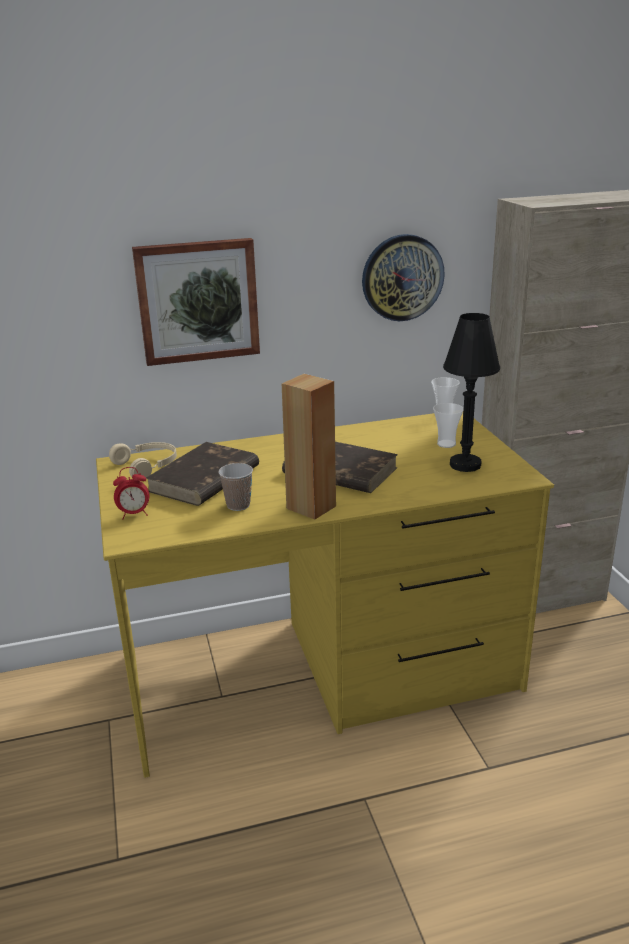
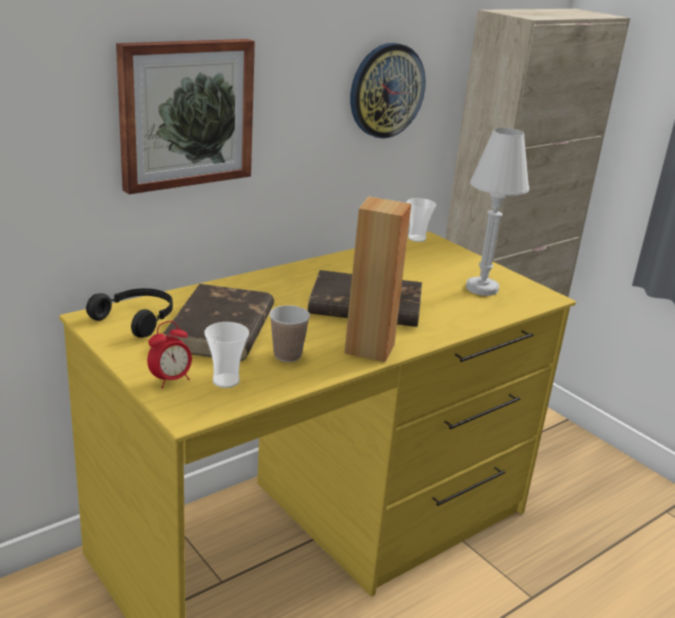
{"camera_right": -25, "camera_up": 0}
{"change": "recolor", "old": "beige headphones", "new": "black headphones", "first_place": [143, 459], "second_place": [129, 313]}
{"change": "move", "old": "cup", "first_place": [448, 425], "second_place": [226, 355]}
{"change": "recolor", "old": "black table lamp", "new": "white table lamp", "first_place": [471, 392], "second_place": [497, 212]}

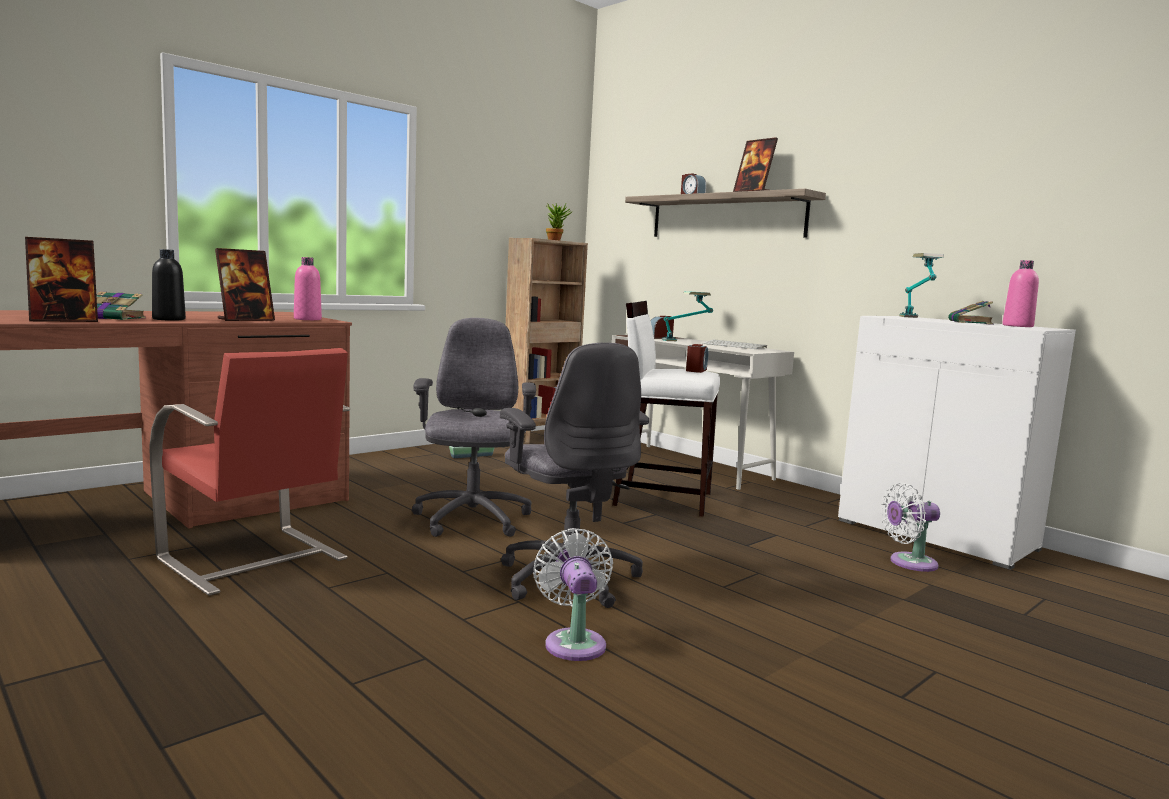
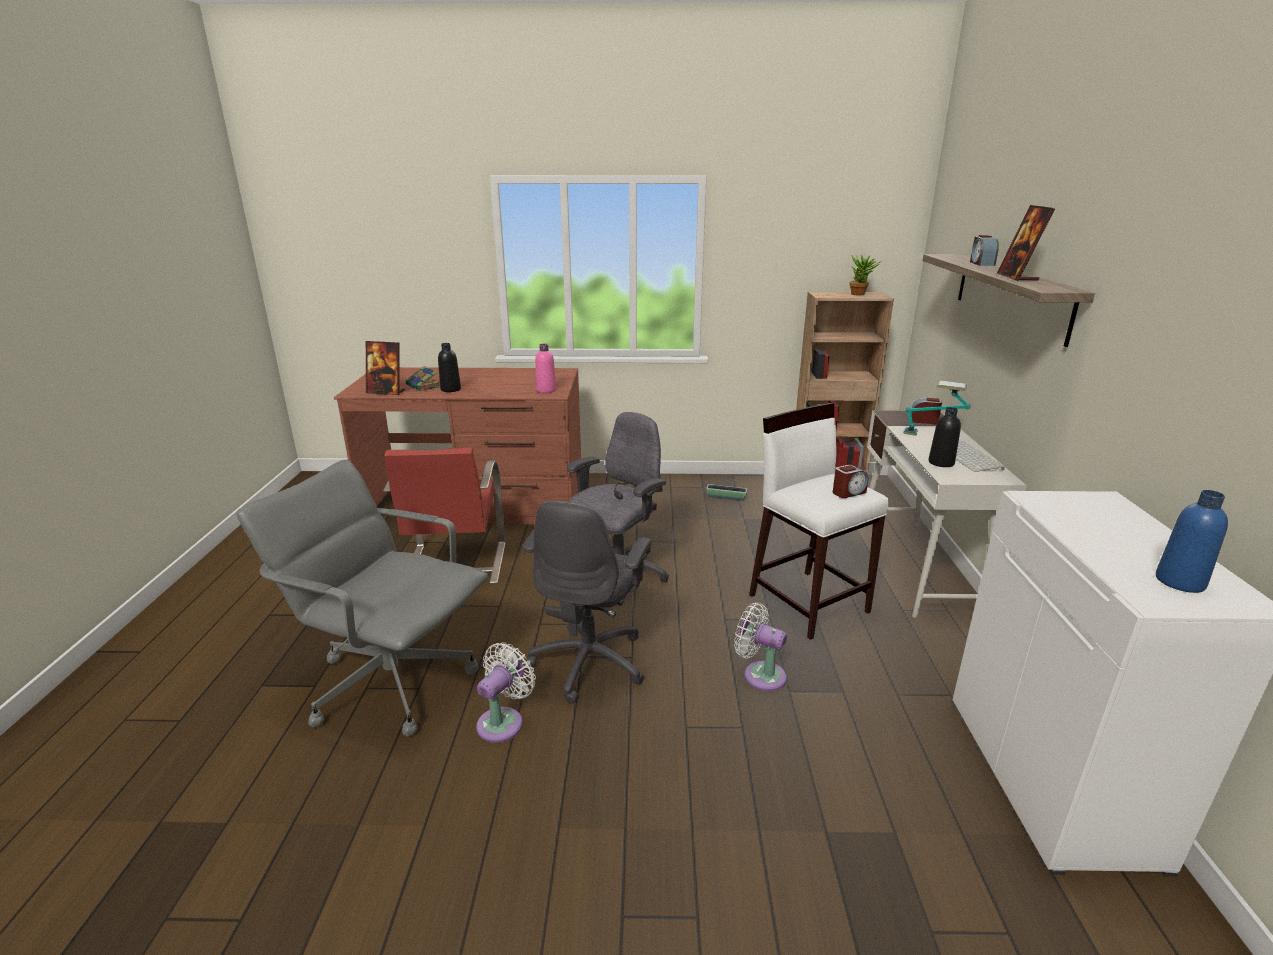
{"camera_right": 45, "camera_up": 15}
{"change": "insert", "new": "grey office chair", "second_place": [362, 598]}
{"change": "move", "old": "white fan", "first_place": [910, 527], "second_place": [760, 647]}
{"change": "insert", "new": "black bottle", "second_place": [944, 437]}
{"change": "recolor", "old": "pink bottle", "new": "blue bottle", "first_place": [1021, 293], "second_place": [1192, 541]}
{"change": "delete", "old": "picture frame", "first_place": [245, 284]}
{"change": "delete", "old": "table lamp", "first_place": [921, 285]}
{"change": "delete", "old": "book", "first_place": [971, 313]}

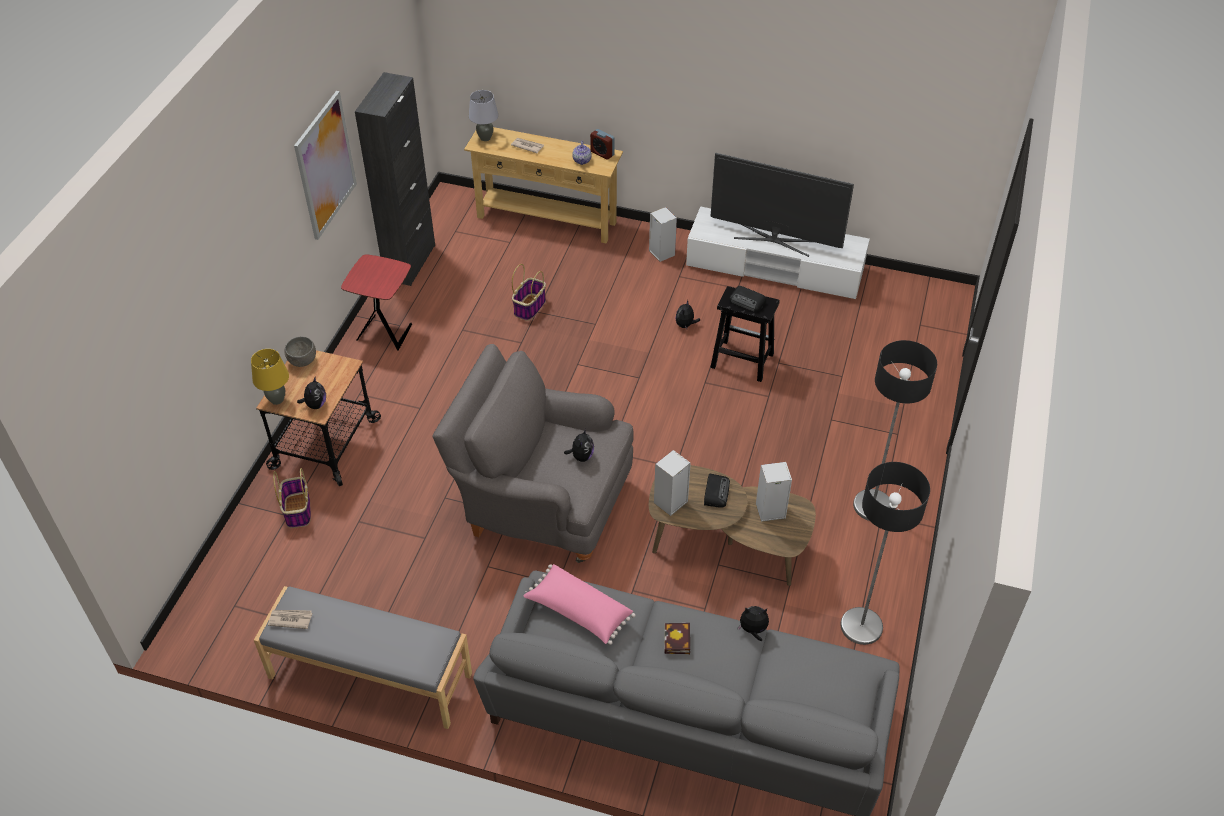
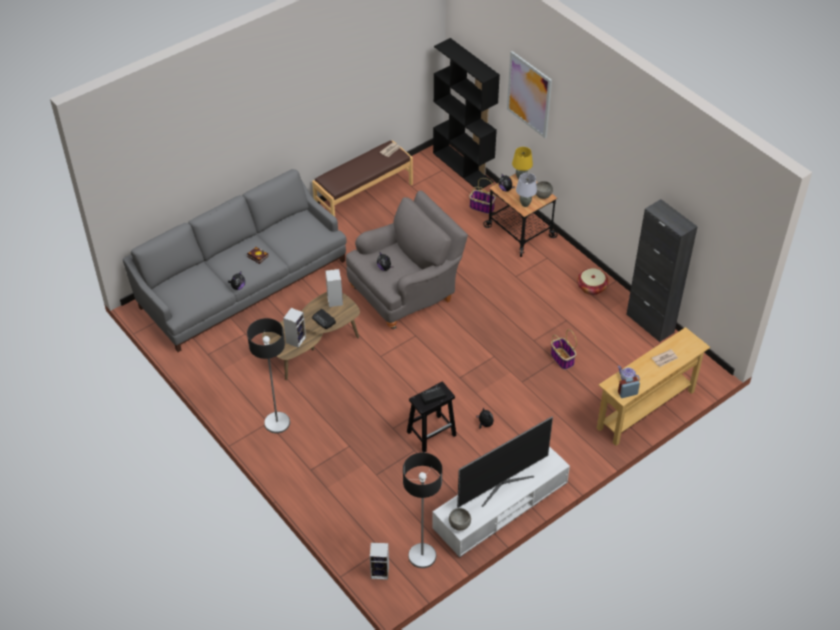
{"camera_right": 125, "camera_up": 0}
{"change": "recolor", "old": "grey bench", "new": "brown bench", "first_place": [363, 657], "second_place": [362, 178]}
{"change": "move", "old": "speaker", "first_place": [663, 234], "second_place": [379, 561]}
{"change": "move", "old": "floor lamp", "first_place": [885, 553], "second_place": [422, 510]}
{"change": "insert", "new": "black bookcase", "second_place": [466, 114]}
{"change": "insert", "new": "grey bowl", "second_place": [460, 519]}
{"change": "move", "old": "picture", "first_place": [325, 165], "second_place": [529, 94]}
{"change": "move", "old": "grey table lamp", "first_place": [483, 115], "second_place": [526, 190]}
{"change": "replace", "old": "red side table", "new": "basket", "first_place": [376, 302], "second_place": [593, 281]}
{"change": "delete", "old": "pink pillow", "first_place": [579, 604]}

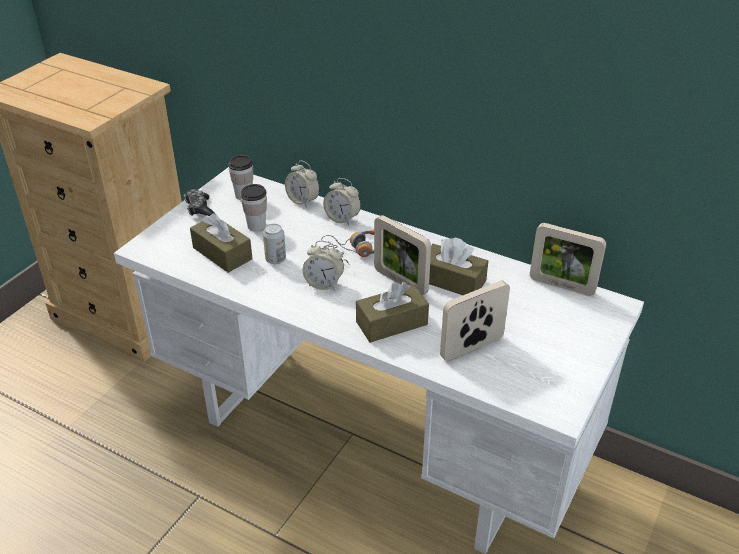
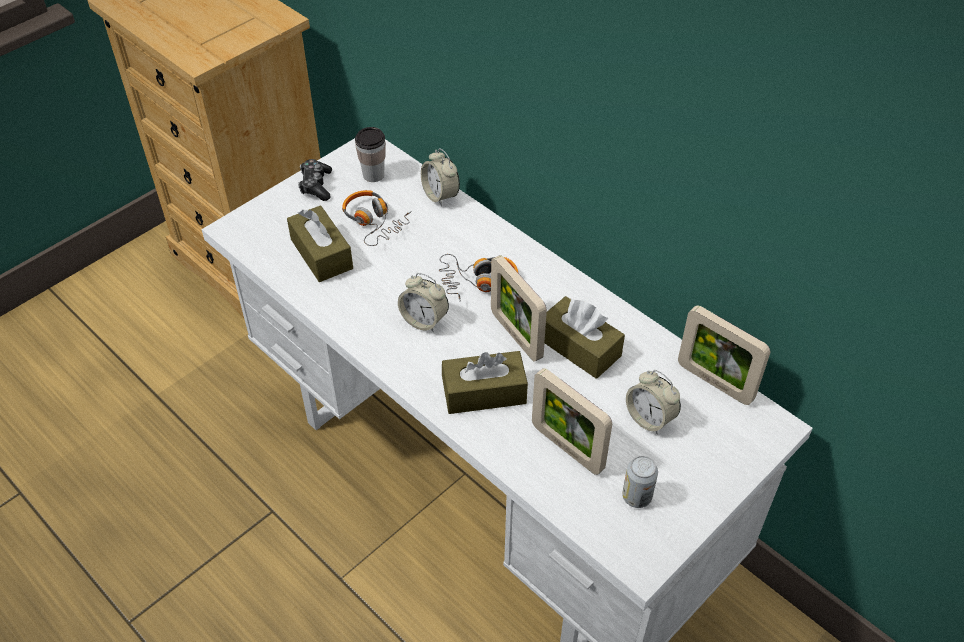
{"camera_right": 15, "camera_up": 10}
{"change": "replace", "old": "cup", "new": "headphones", "first_place": [253, 207], "second_place": [377, 218]}
{"change": "rotate", "old": "picture frame", "first_place": [475, 320], "second_place": [572, 421], "degrees": -120}
{"change": "move", "old": "can", "first_place": [274, 244], "second_place": [640, 482]}
{"change": "move", "old": "alarm clock", "first_place": [342, 201], "second_place": [653, 402]}

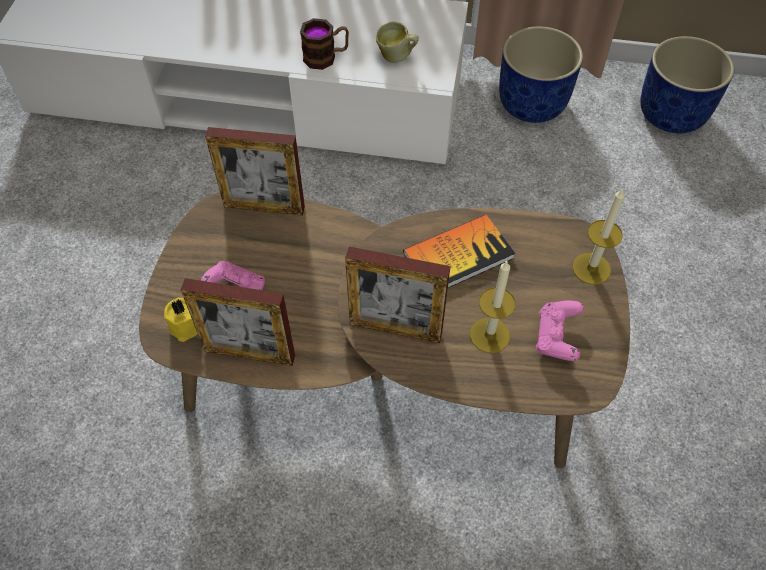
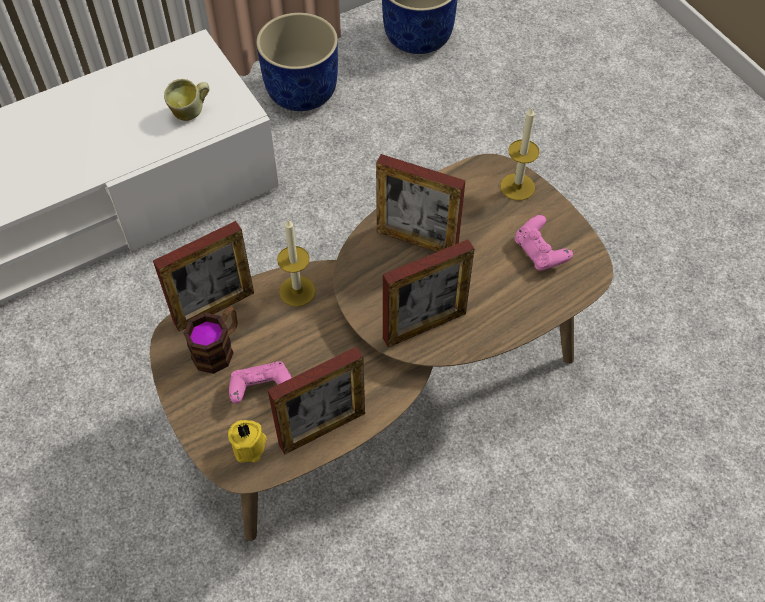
{"camera_right": -40, "camera_up": 0}
{"change": "move", "old": "mug", "first_place": [324, 44], "second_place": [210, 340]}
{"change": "move", "old": "candle", "first_place": [492, 307], "second_place": [296, 263]}
{"change": "replace", "old": "book", "new": "picture frame", "first_place": [459, 251], "second_place": [421, 203]}

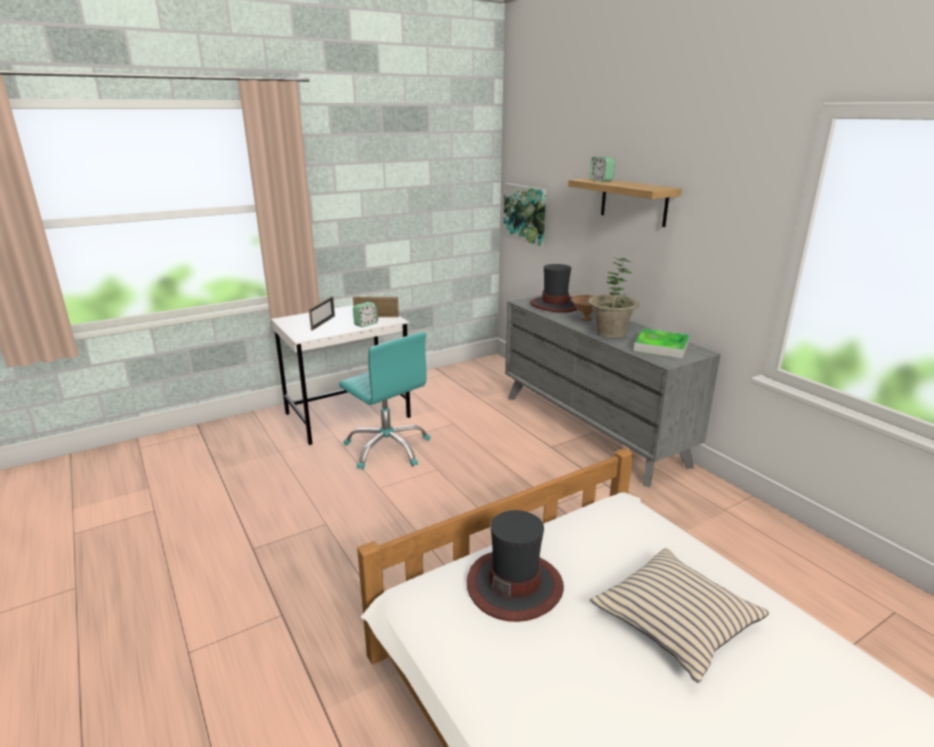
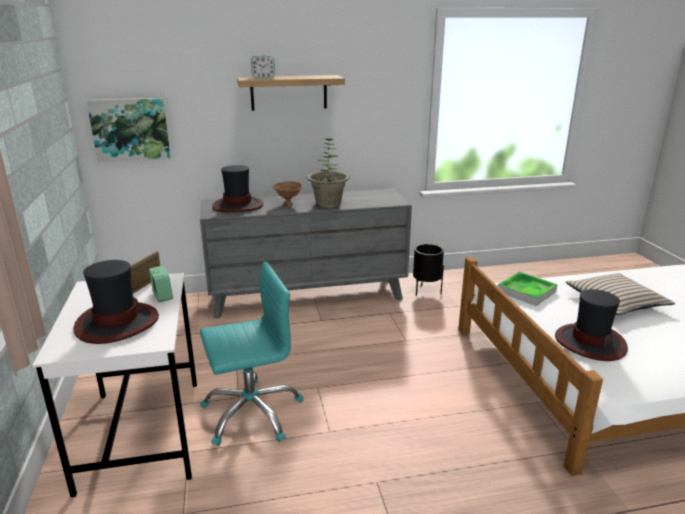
{"camera_right": -70, "camera_up": 0}
{"change": "replace", "old": "picture frame", "new": "hat", "first_place": [322, 313], "second_place": [116, 302]}
{"change": "insert", "new": "black planter", "second_place": [428, 270]}
{"change": "move", "old": "tray", "first_place": [662, 343], "second_place": [528, 289]}

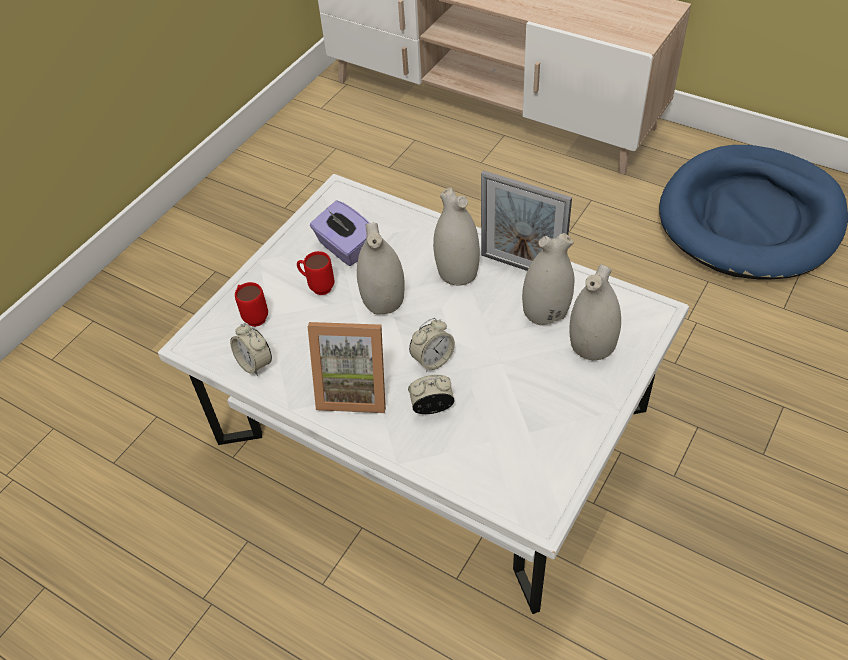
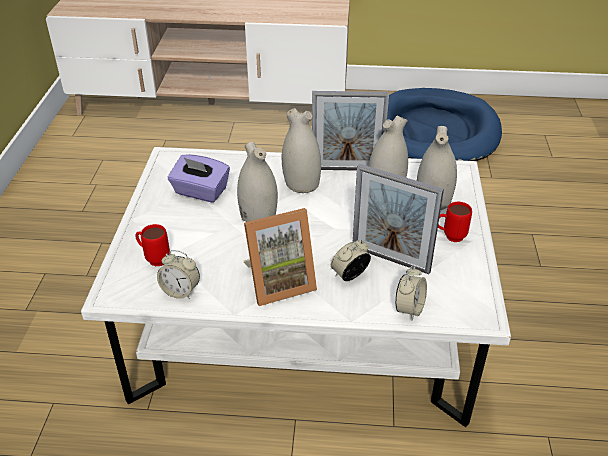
{"camera_right": -30, "camera_up": -10}
{"change": "insert", "new": "picture frame", "second_place": [398, 219]}
{"change": "move", "old": "alarm clock", "first_place": [432, 345], "second_place": [411, 293]}
{"change": "move", "old": "red mug", "first_place": [315, 273], "second_place": [455, 222]}

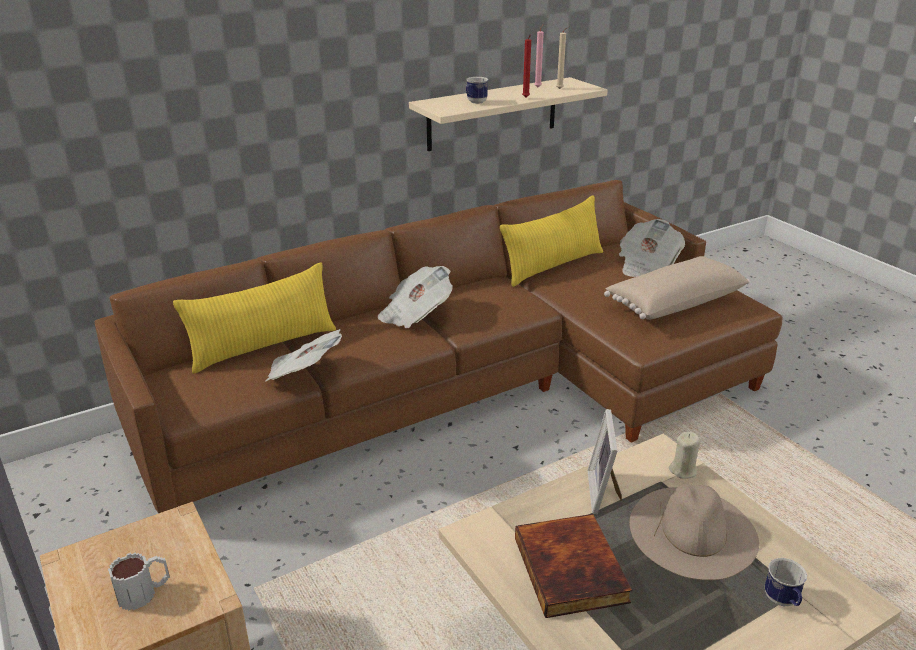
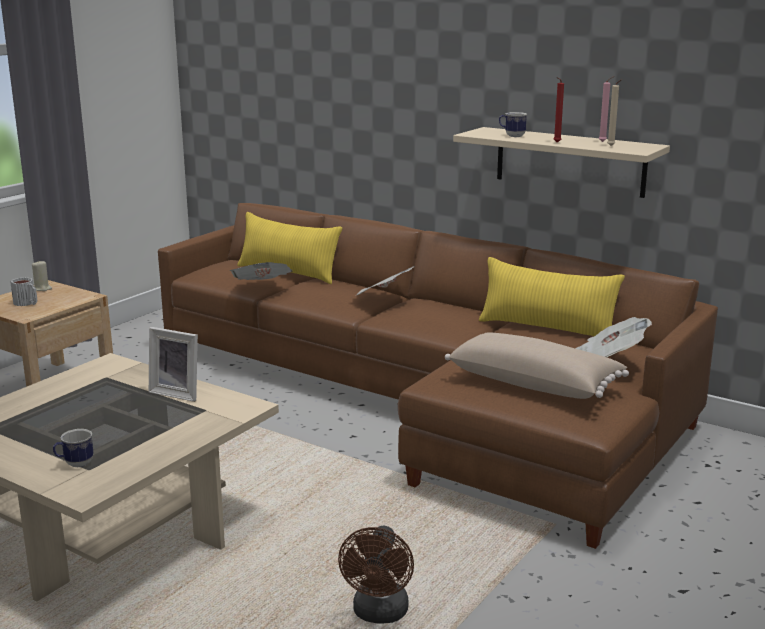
{"camera_right": 65, "camera_up": -10}
{"change": "move", "old": "beige candle", "first_place": [684, 455], "second_place": [42, 275]}
{"change": "rotate", "old": "picture frame", "first_place": [605, 462], "second_place": [173, 364], "degrees": -135}
{"change": "insert", "new": "brown fan", "second_place": [376, 575]}
{"change": "delete", "old": "book", "first_place": [573, 566]}
{"change": "delete", "old": "beige hat", "first_place": [694, 532]}

